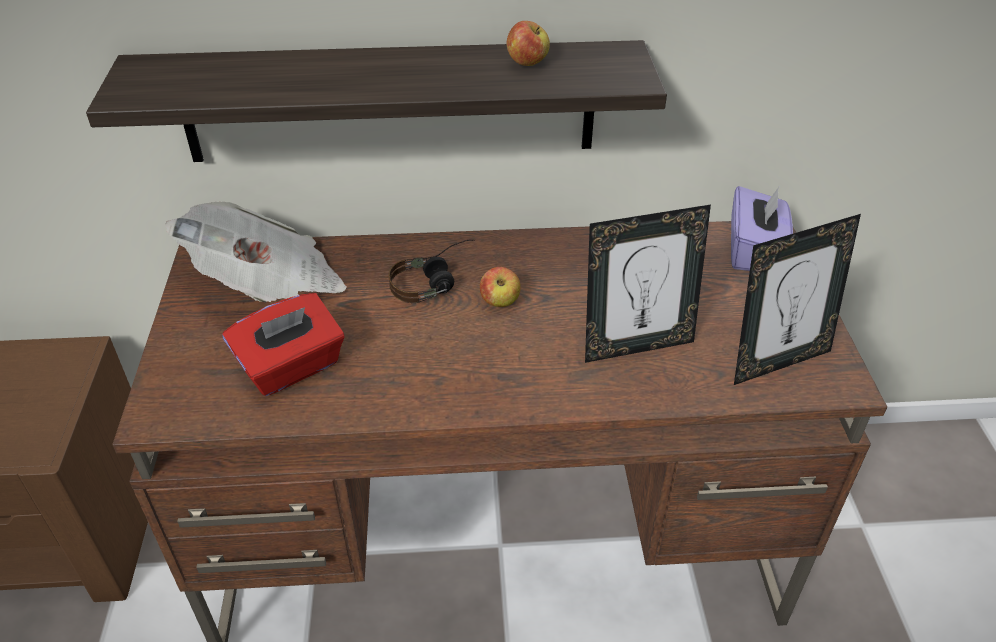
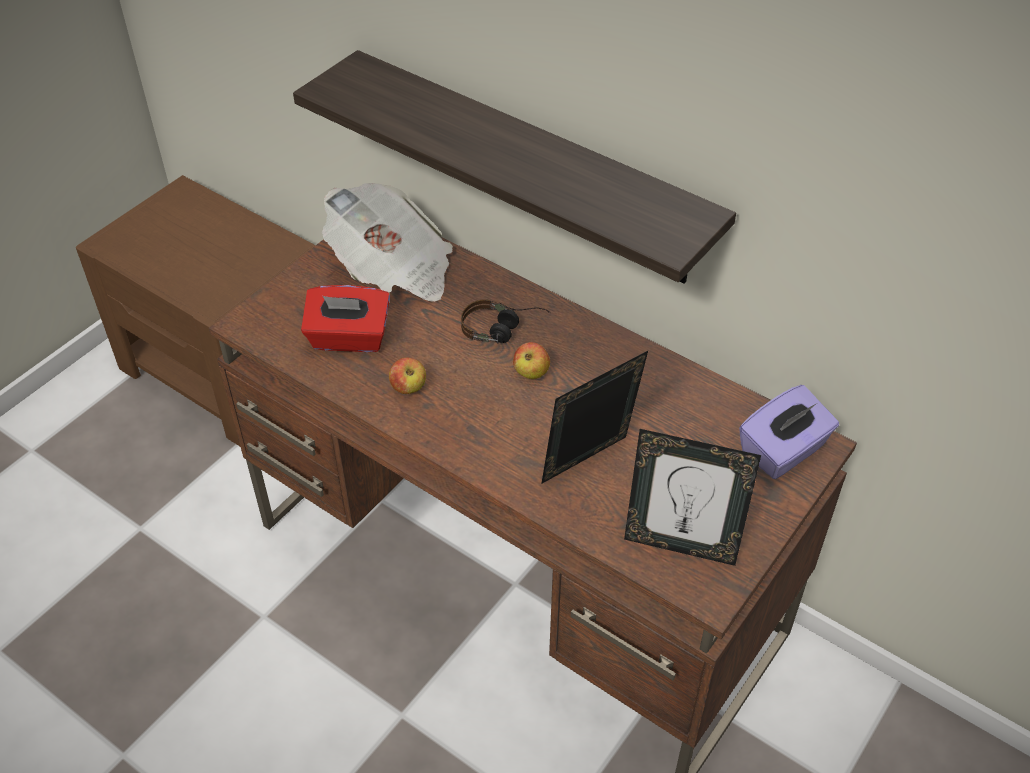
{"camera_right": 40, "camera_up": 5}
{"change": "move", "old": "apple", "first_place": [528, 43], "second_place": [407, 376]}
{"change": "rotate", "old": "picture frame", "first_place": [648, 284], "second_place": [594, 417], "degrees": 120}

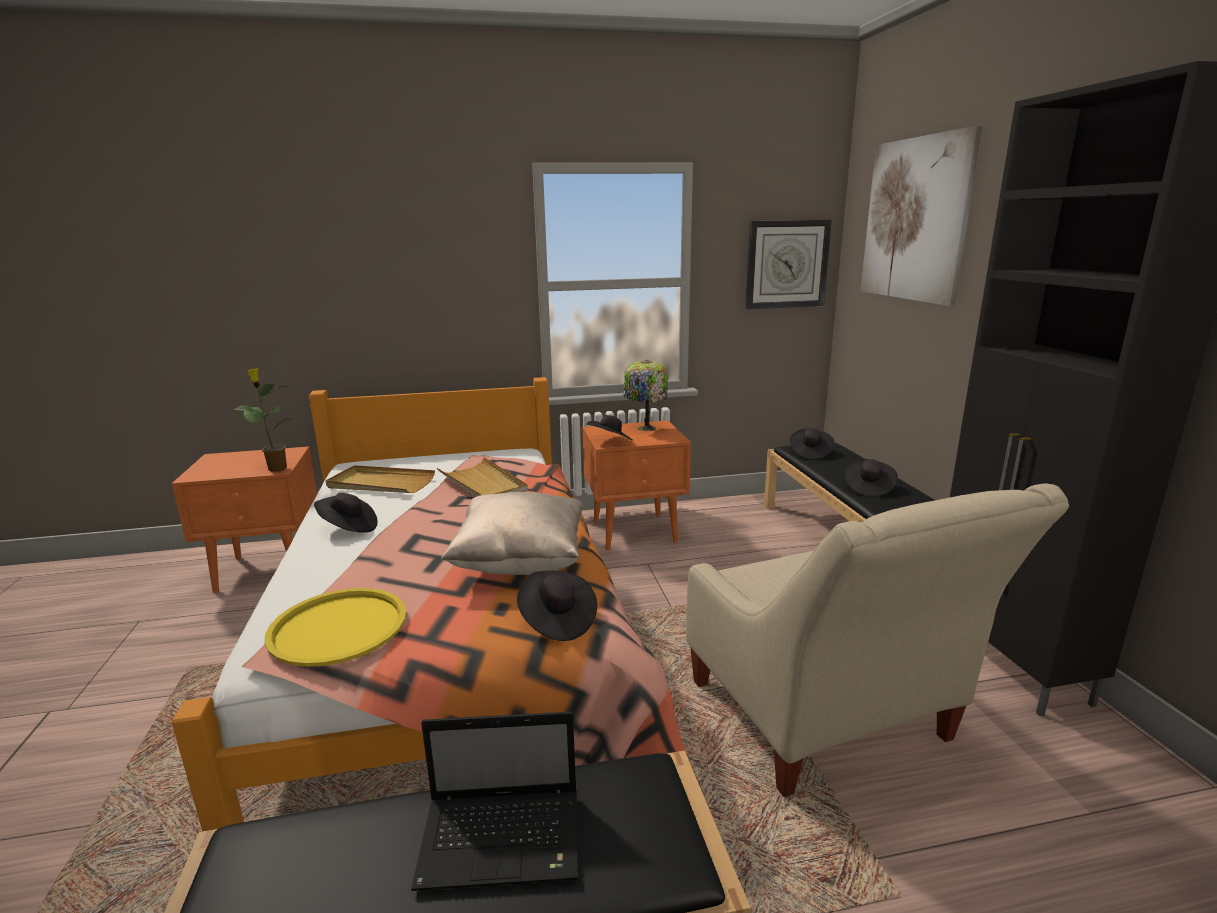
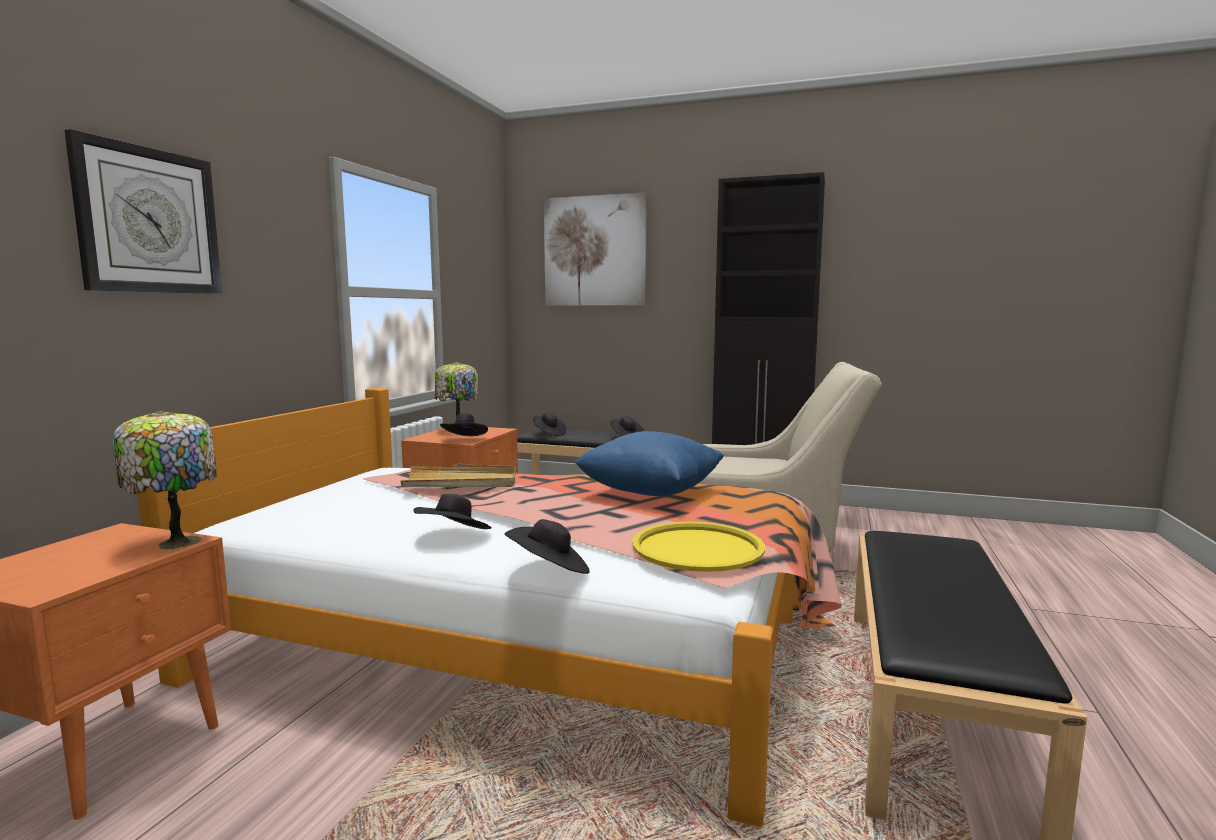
{"camera_right": -60, "camera_up": -10}
{"change": "move", "old": "wall clock", "first_place": [788, 264], "second_place": [143, 211]}
{"change": "replace", "old": "potted plant", "new": "table lamp", "first_place": [263, 420], "second_place": [165, 480]}
{"change": "move", "old": "black hat", "first_place": [557, 606], "second_place": [547, 546]}
{"change": "recolor", "old": "beige pillow", "new": "blue pillow", "first_place": [512, 533], "second_place": [649, 463]}
{"change": "delete", "old": "beige tray", "first_place": [380, 479]}
{"change": "delete", "old": "laptop", "first_place": [495, 801]}

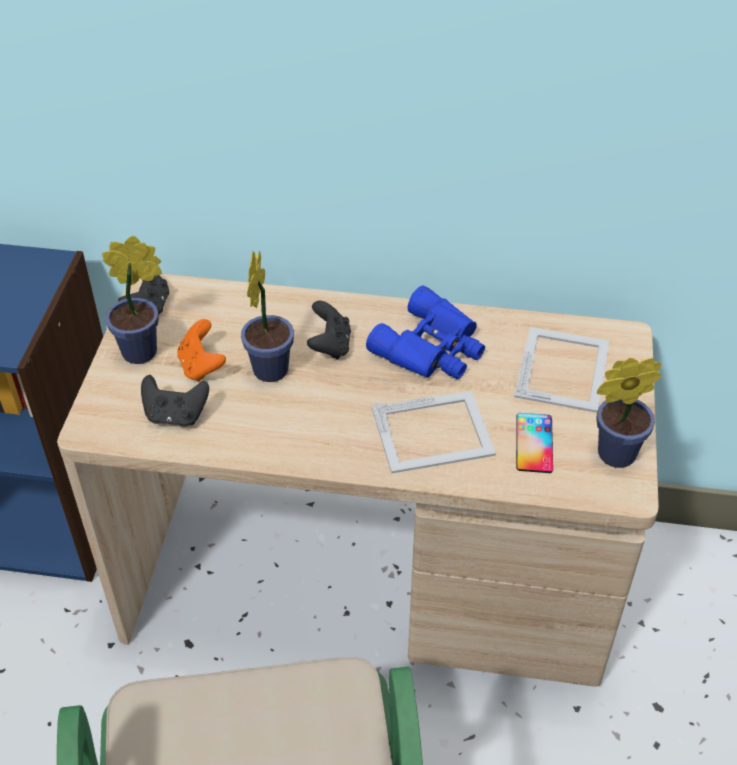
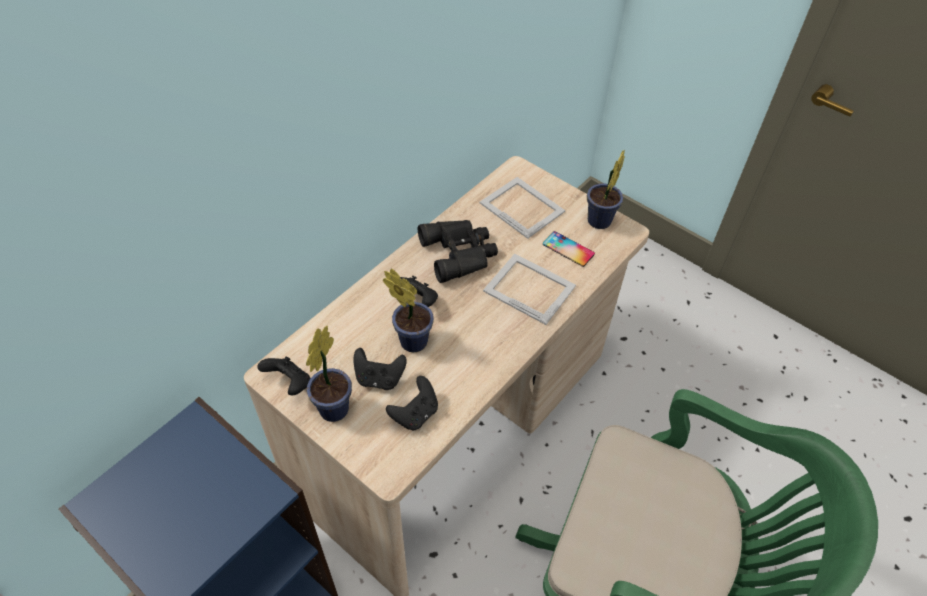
{"camera_right": -60, "camera_up": 5}
{"change": "recolor", "old": "orange game controller", "new": "black game controller", "first_place": [201, 350], "second_place": [380, 369]}
{"change": "recolor", "old": "blue binoculars", "new": "black binoculars", "first_place": [425, 332], "second_place": [458, 251]}
{"change": "rotate", "old": "picture frame", "first_place": [434, 432], "second_place": [529, 289], "degrees": -75}

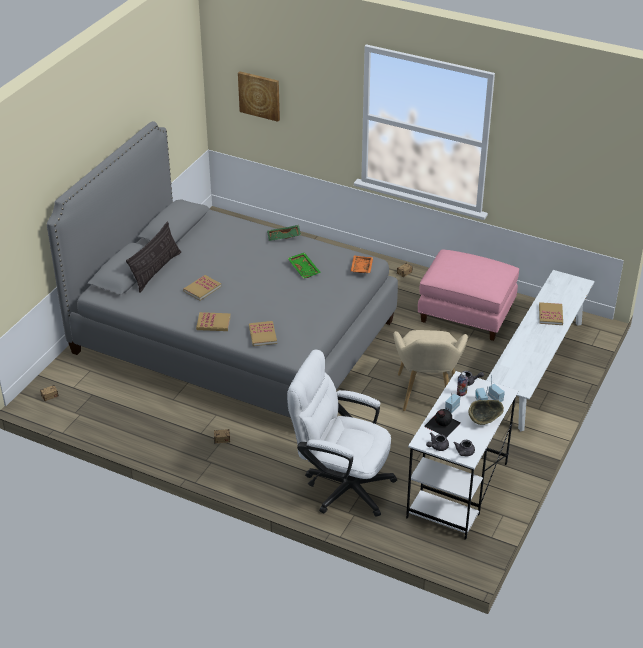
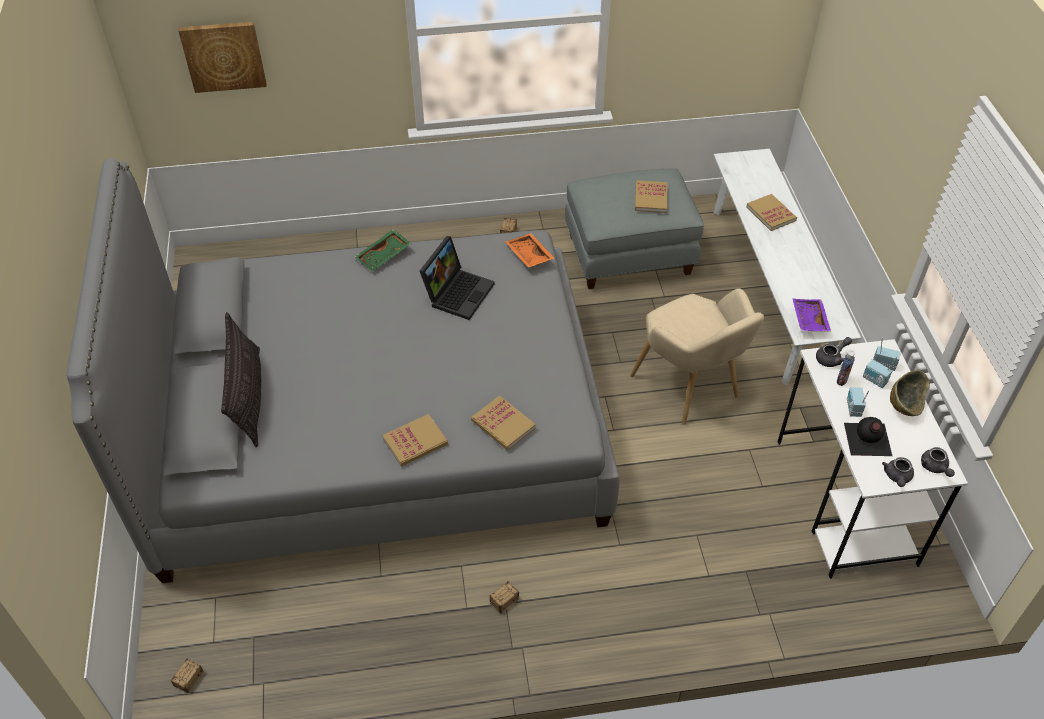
{"camera_right": -35, "camera_up": 10}
{"change": "replace", "old": "green tray", "new": "laptop", "first_place": [304, 265], "second_place": [457, 278]}
{"change": "recolor", "old": "pink ottoman", "new": "grey ottoman", "first_place": [468, 295], "second_place": [634, 229]}
{"change": "move", "old": "book", "first_place": [202, 287], "second_place": [651, 196]}
{"change": "insert", "new": "purple tray", "second_place": [812, 315]}
{"change": "delete", "old": "white office chair", "first_place": [342, 433]}

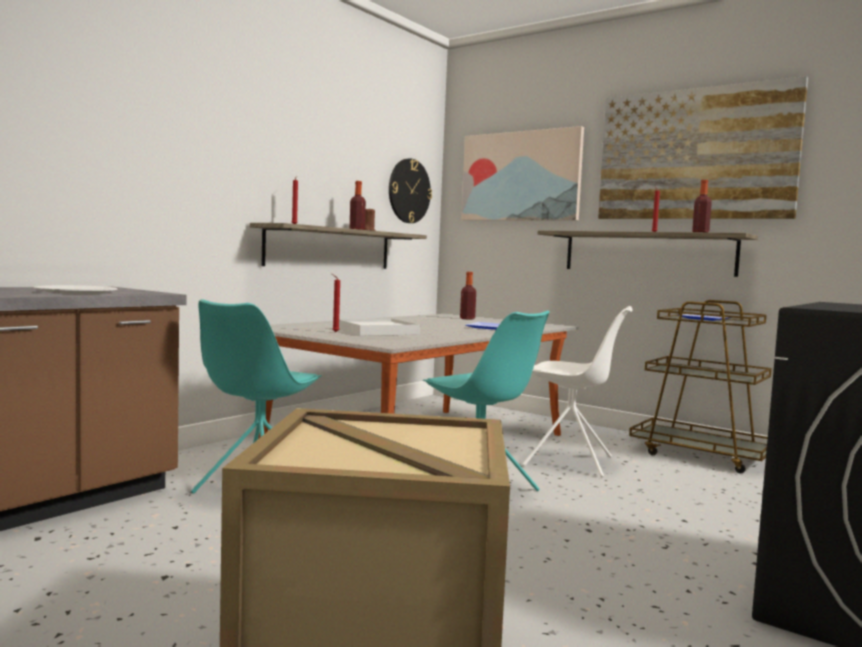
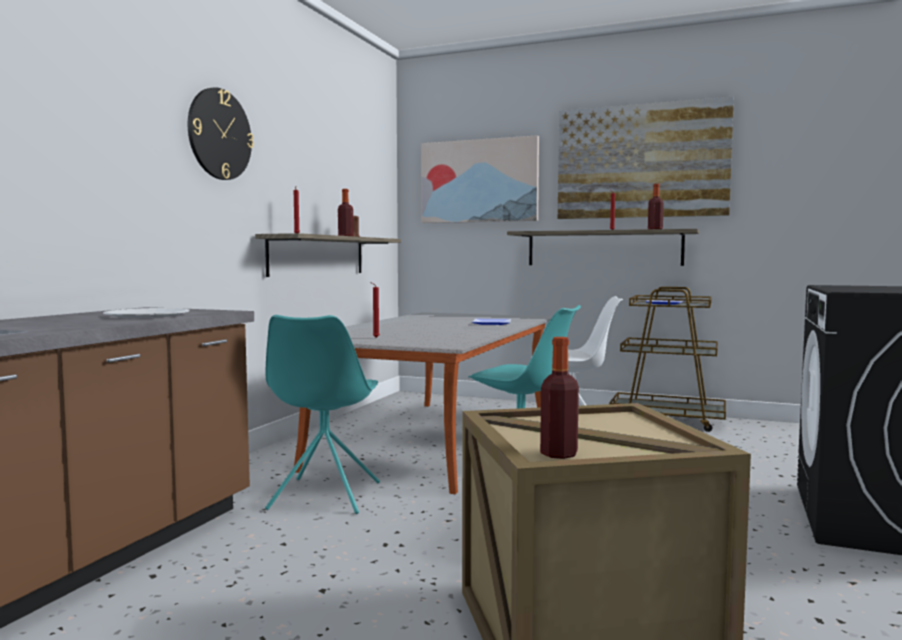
{"camera_right": -15, "camera_up": 0}
{"change": "move", "old": "wall clock", "first_place": [410, 190], "second_place": [221, 133]}
{"change": "move", "old": "bottle", "first_place": [468, 296], "second_place": [559, 398]}
{"change": "delete", "old": "white tray", "first_place": [379, 327]}

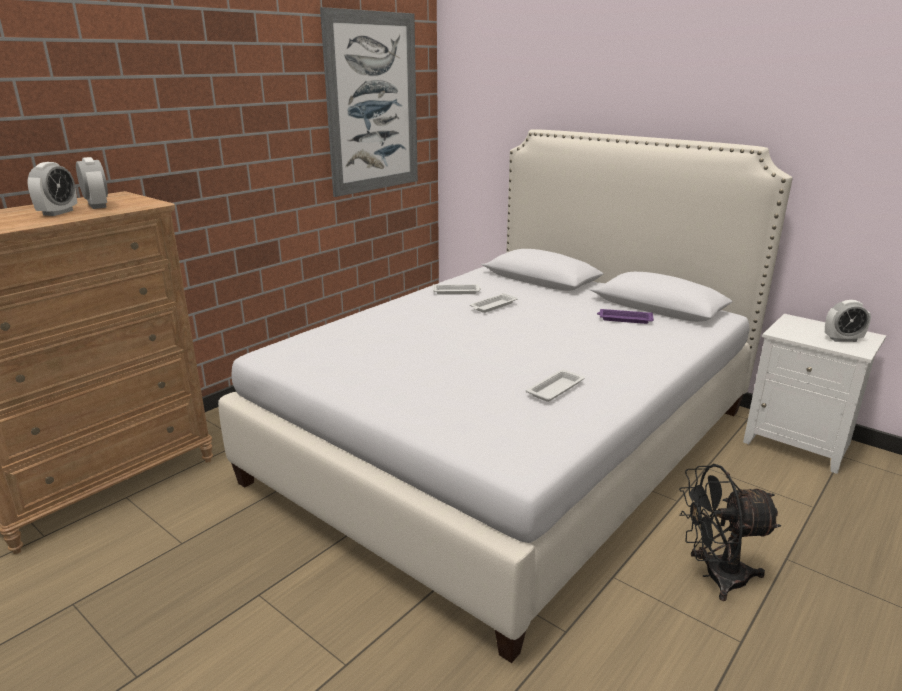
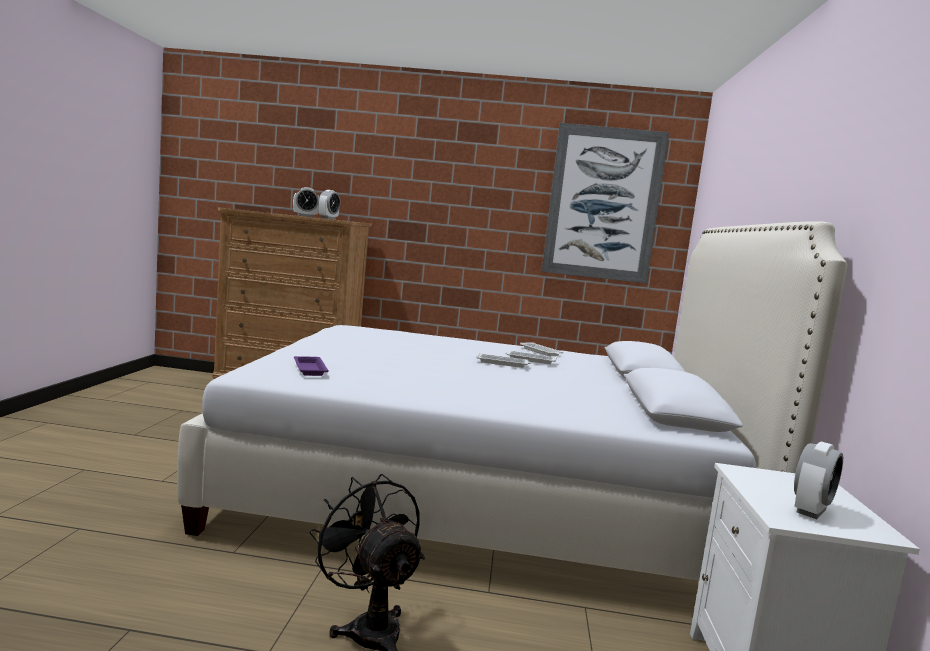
{"camera_right": 55, "camera_up": -15}
{"change": "move", "old": "purple tray", "first_place": [625, 316], "second_place": [311, 366]}
{"change": "move", "old": "white tray", "first_place": [555, 386], "second_place": [503, 360]}
{"change": "rotate", "old": "alarm clock", "first_place": [848, 321], "second_place": [818, 480], "degrees": -105}

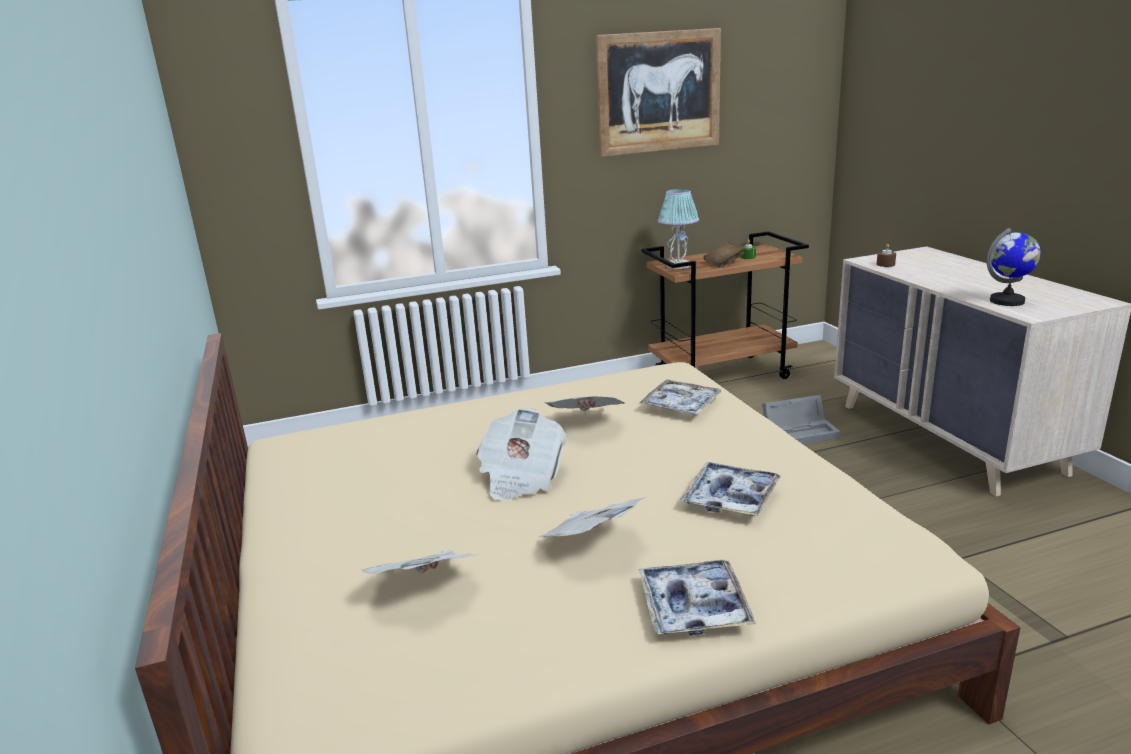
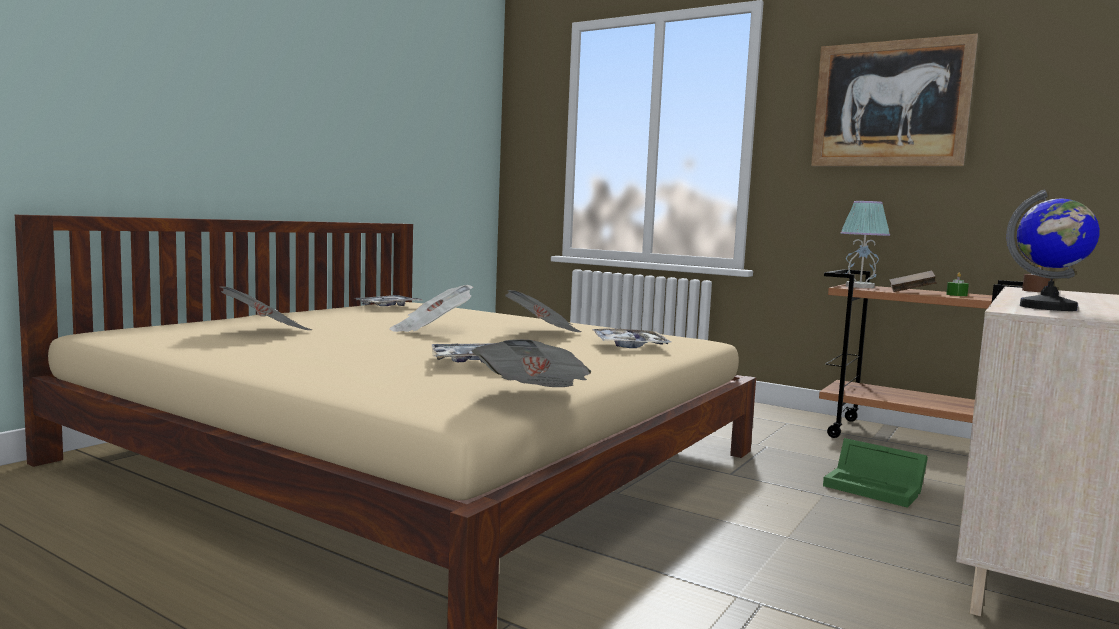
{"camera_right": 50, "camera_up": -15}
{"change": "move", "old": "tray", "first_place": [697, 598], "second_place": [389, 300]}
{"change": "move", "old": "newspaper", "first_place": [593, 517], "second_place": [531, 363]}
{"change": "recolor", "old": "grey storage box", "new": "green storage box", "first_place": [801, 419], "second_place": [875, 473]}

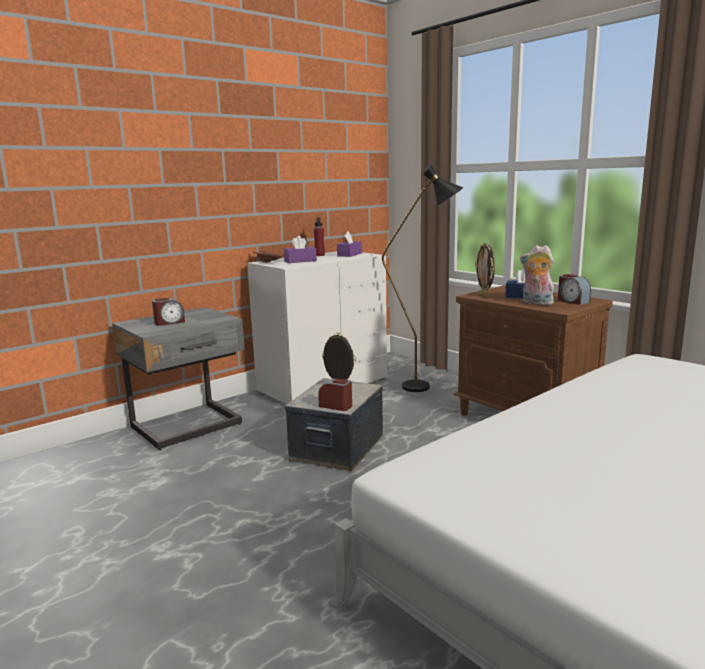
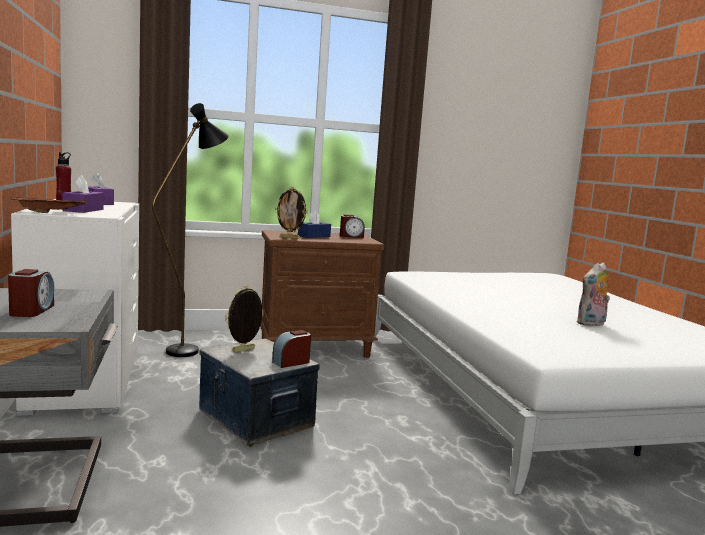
{"camera_right": -65, "camera_up": -5}
{"change": "move", "old": "plush toy", "first_place": [537, 275], "second_place": [593, 294]}

